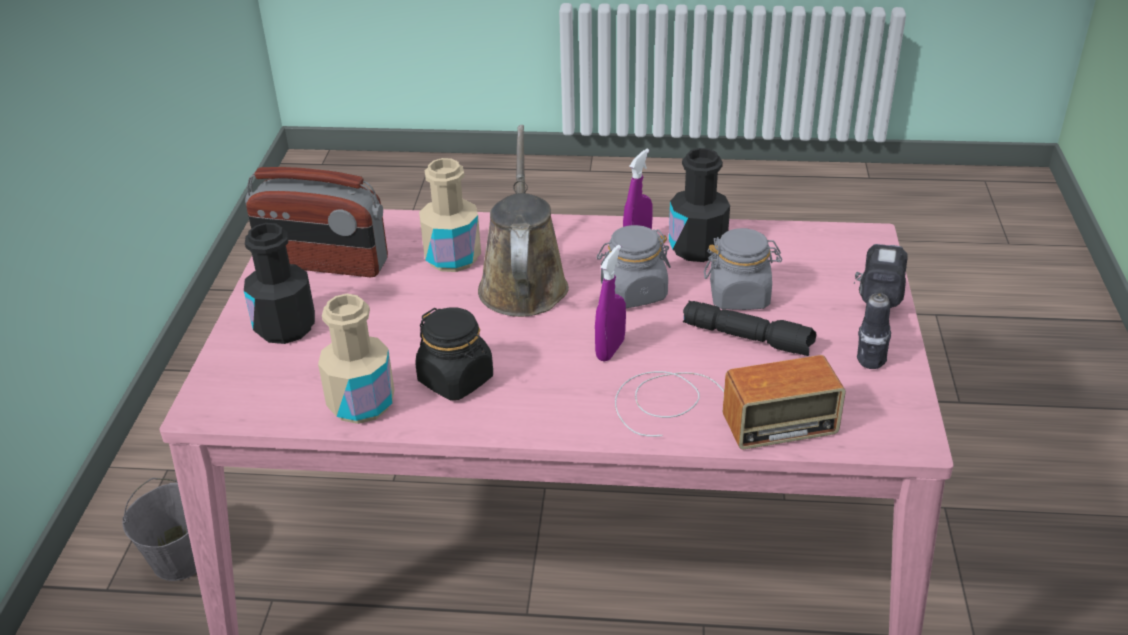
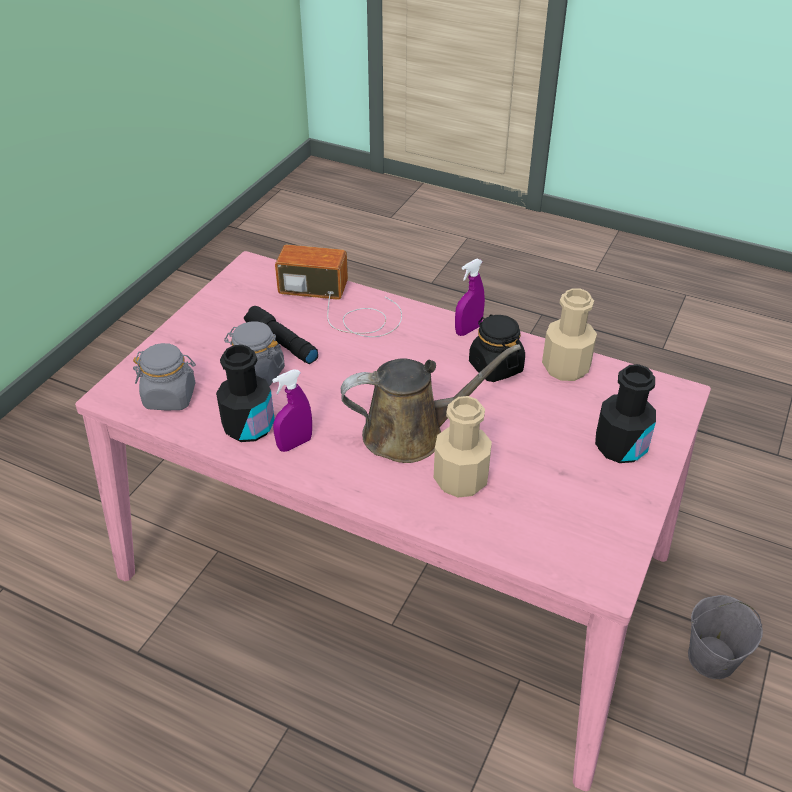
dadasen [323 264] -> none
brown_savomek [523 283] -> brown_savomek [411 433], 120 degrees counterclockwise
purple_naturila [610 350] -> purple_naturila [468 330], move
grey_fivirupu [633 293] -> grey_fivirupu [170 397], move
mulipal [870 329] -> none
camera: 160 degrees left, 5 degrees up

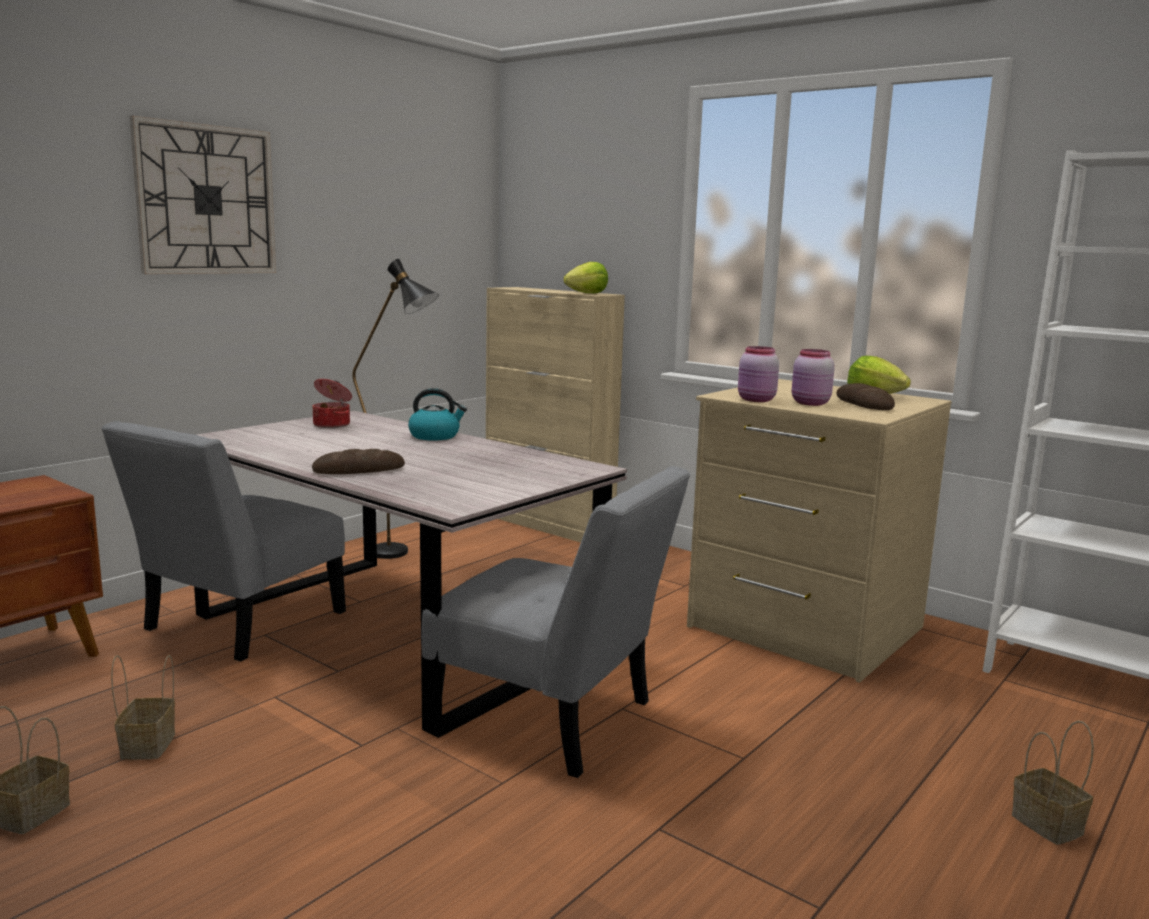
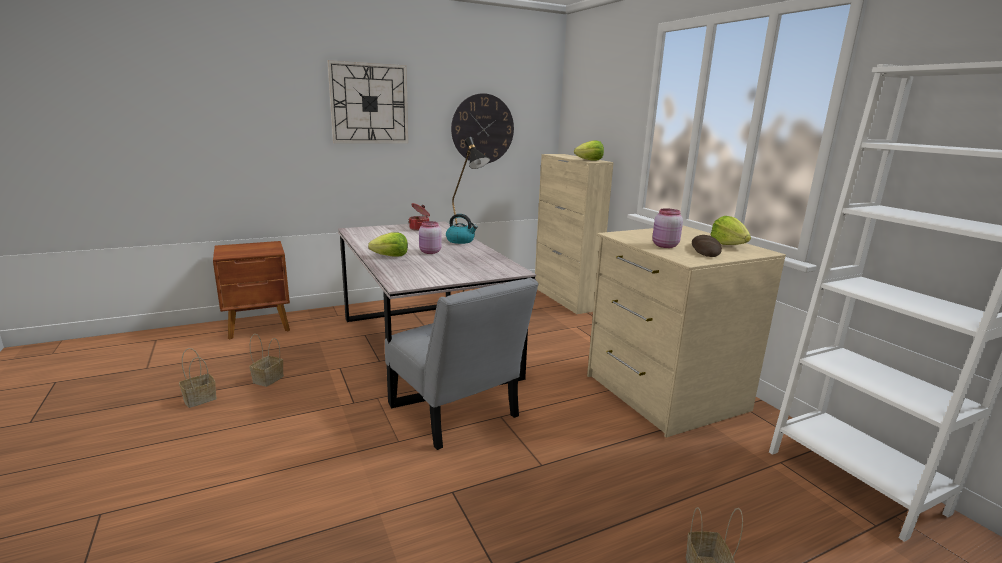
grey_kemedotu [237 625] -> none
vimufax [359 470] -> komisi [391 256]
pink_fivirupu [756 400] -> pink_fivirupu [429 252], move
none -> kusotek [482 129]
camera: 25 degrees right, 5 degrees up

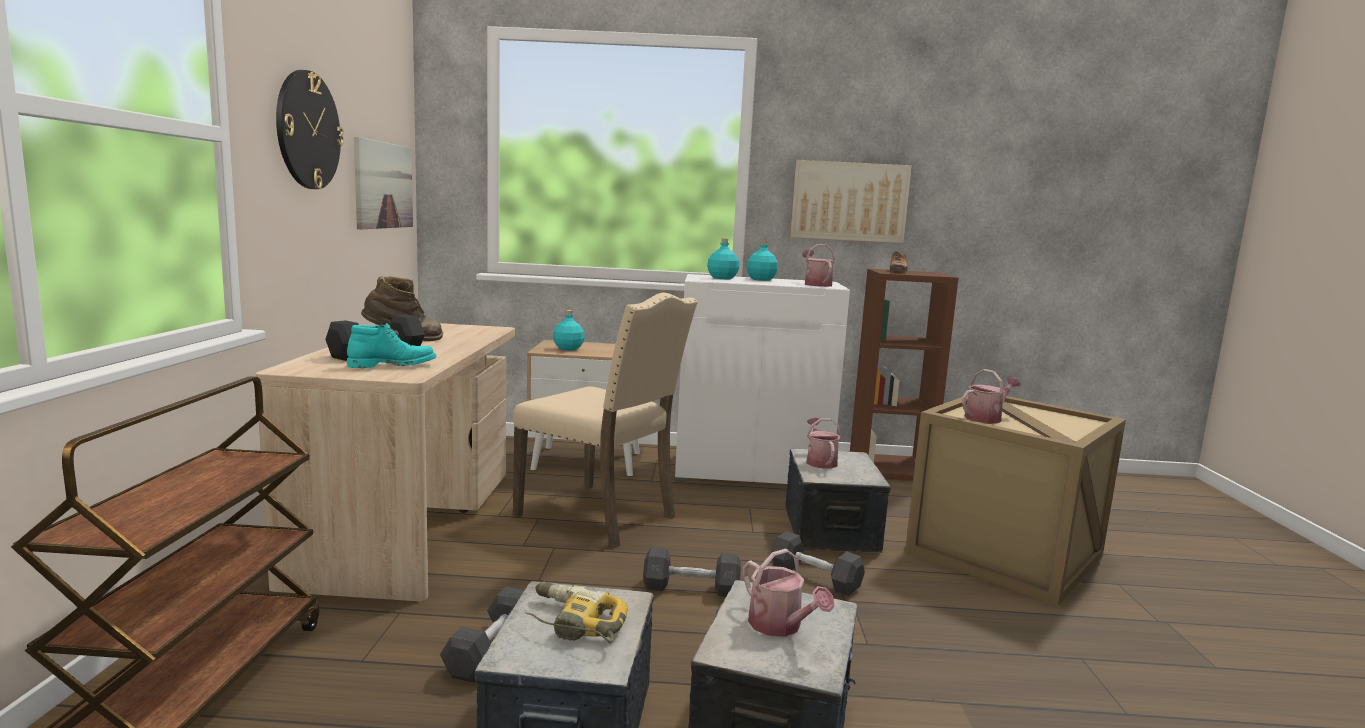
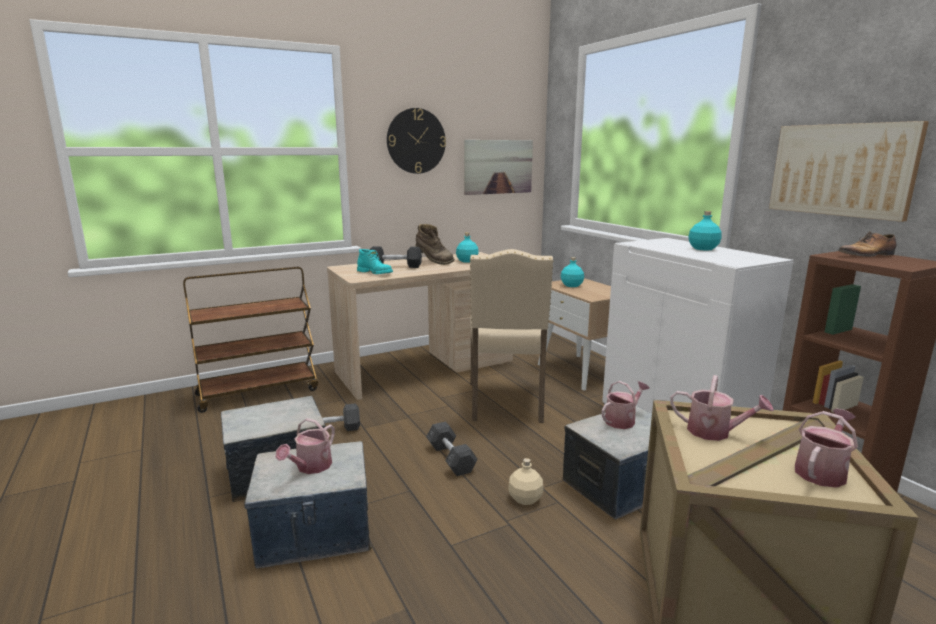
mulipal [572 624] -> none
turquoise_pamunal [722 278] -> turquoise_pamunal [467 261], move
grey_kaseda [815 578] -> beige_pamunal [525 499]
savomek [816 284] -> savomek [822 471], move
camera: 60 degrees right, 5 degrees up

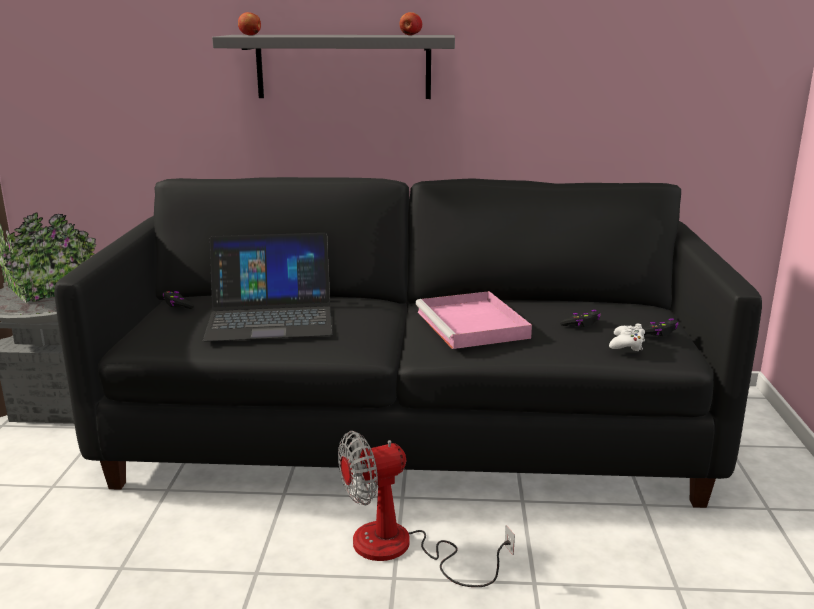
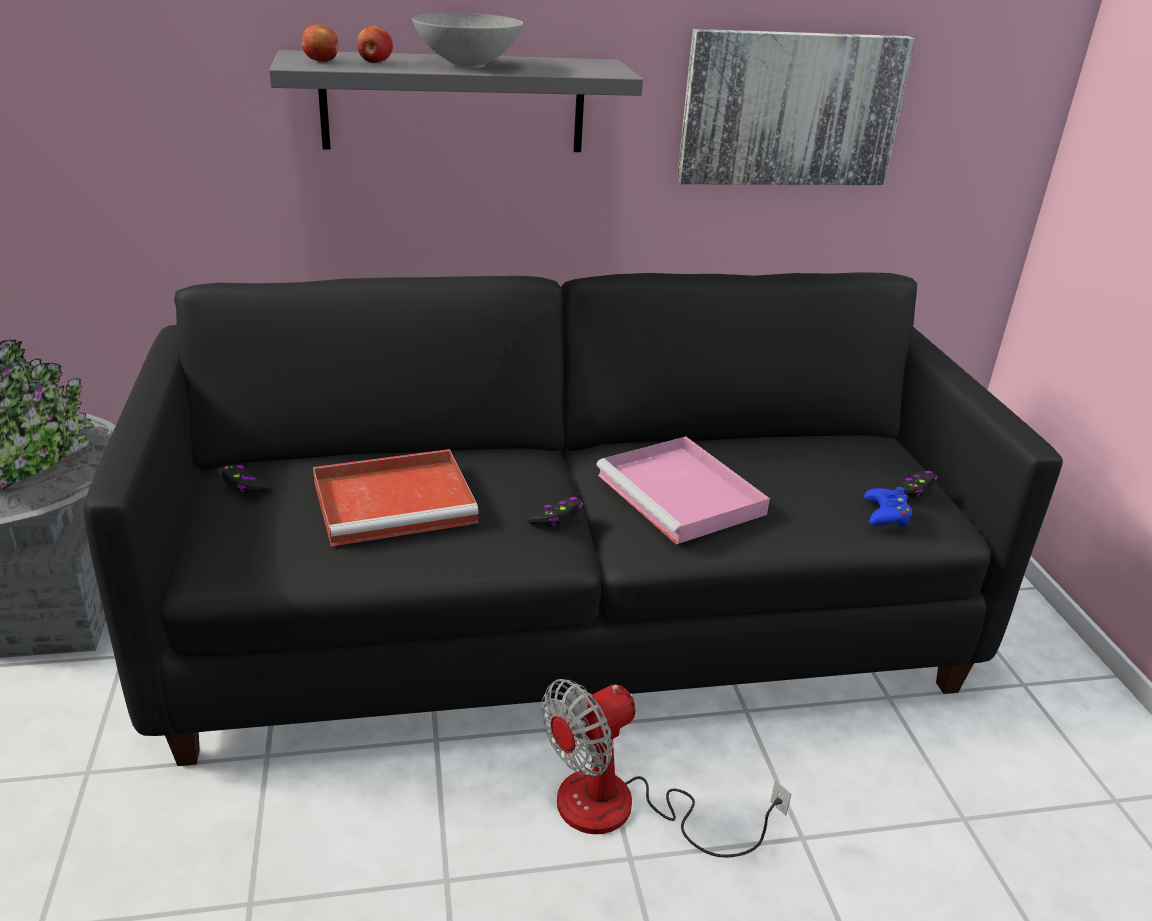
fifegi [270 317] -> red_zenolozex [397 501]
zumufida [410 35] -> zumufida [374 62], move
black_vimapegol [581 324] -> black_vimapegol [557 518], move
white_vimapegol [627 344] -> blue_vimapegol [886 515]
none -> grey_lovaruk [470 64]
none -> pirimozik [790 109]
camera: 15 degrees left, 10 degrees up

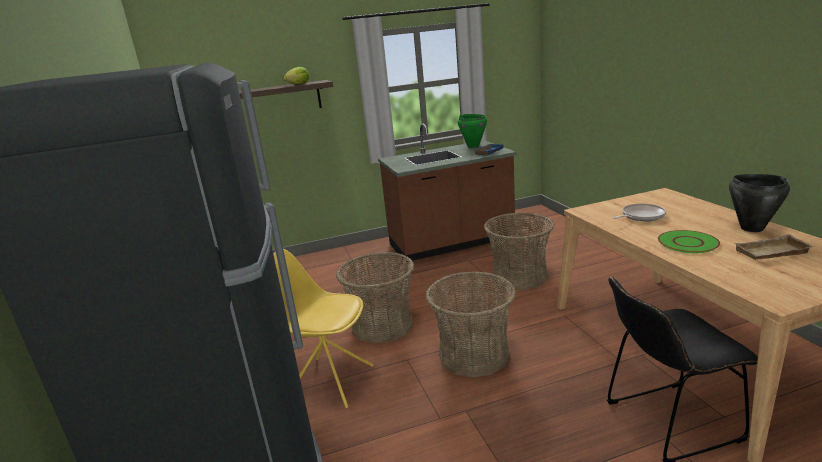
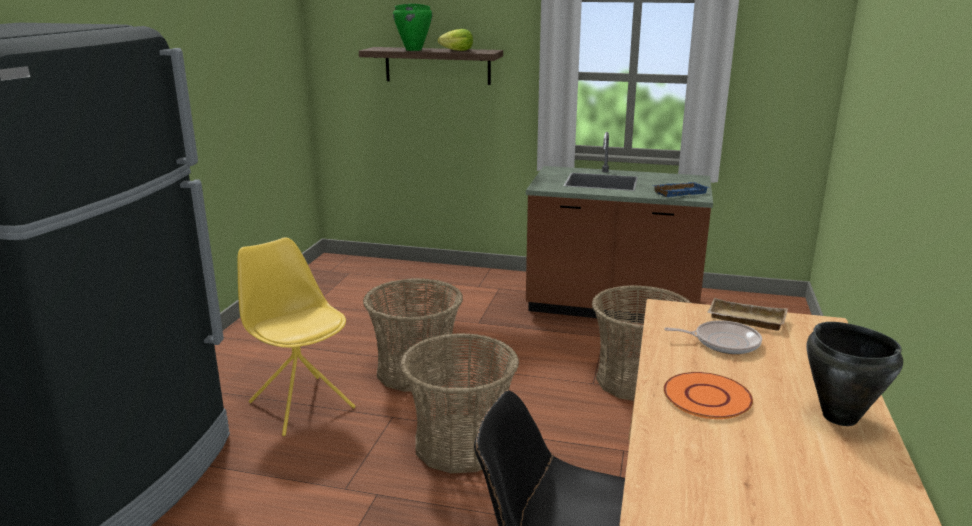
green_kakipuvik [473 146] -> green_kakipuvik [414 50], move
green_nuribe [687 242] -> orange_nuribe [707 397]
beige_zenolozex [772 253] -> beige_zenolozex [744 320], move
camera: 30 degrees right, 0 degrees up

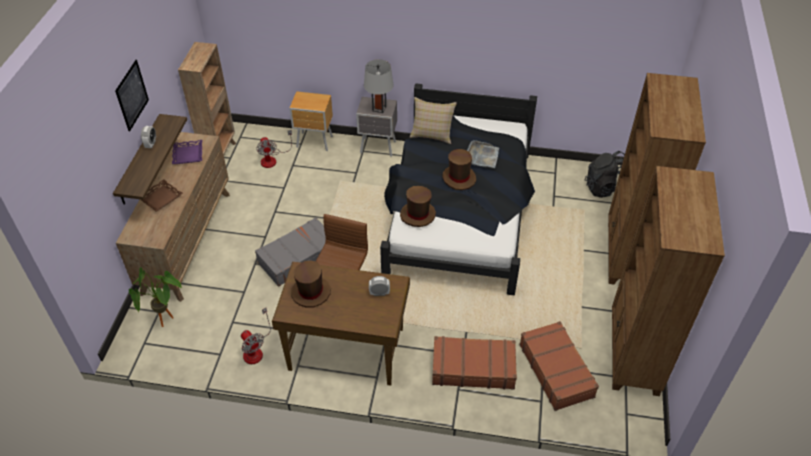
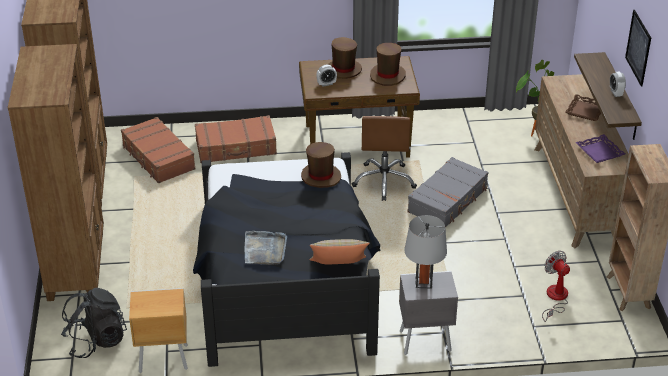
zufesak [255 349] -> none
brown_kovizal [315 142] -> brown_kovizal [162 358], move
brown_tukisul [459 178] -> brown_tukisul [343 70], move
camera: 165 degrees right, 10 degrees down

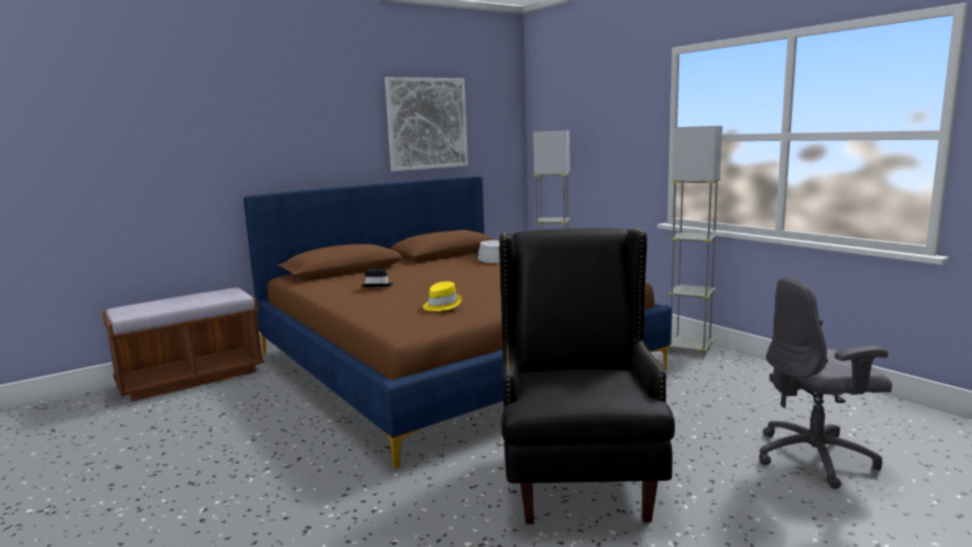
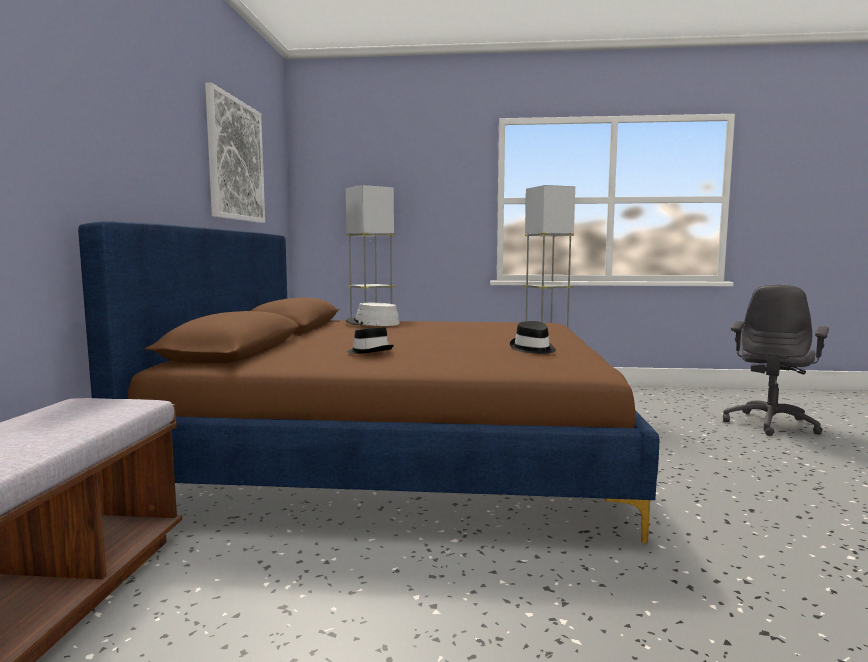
yellow_tukisul [441 305] -> black_tukisul [533 349]
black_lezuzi [578 478] -> none
camera: 50 degrees left, 5 degrees down

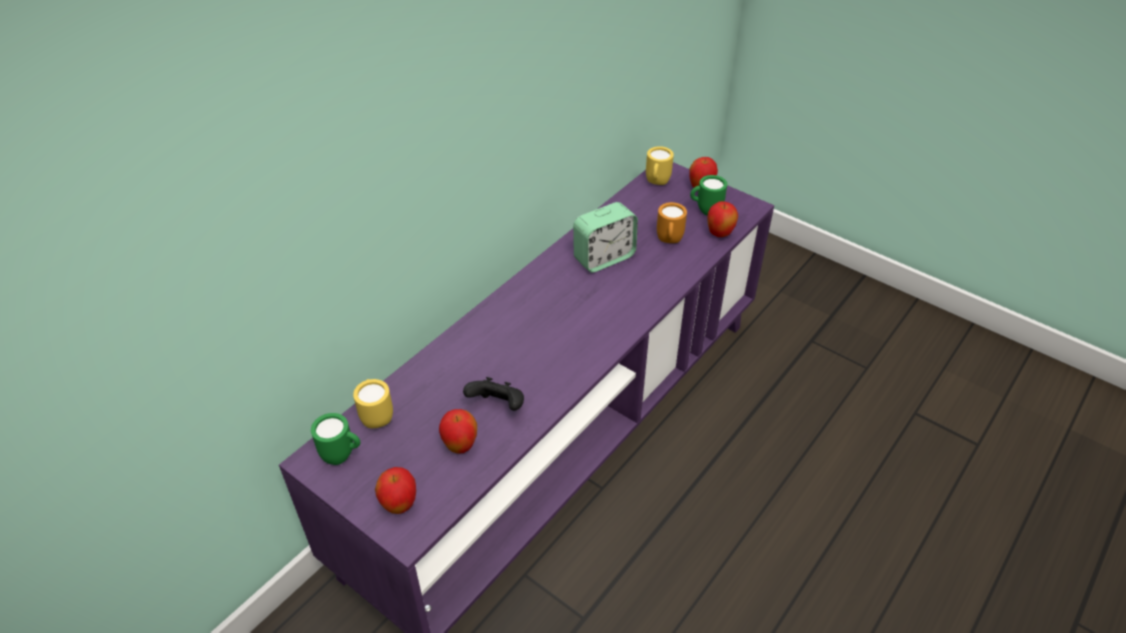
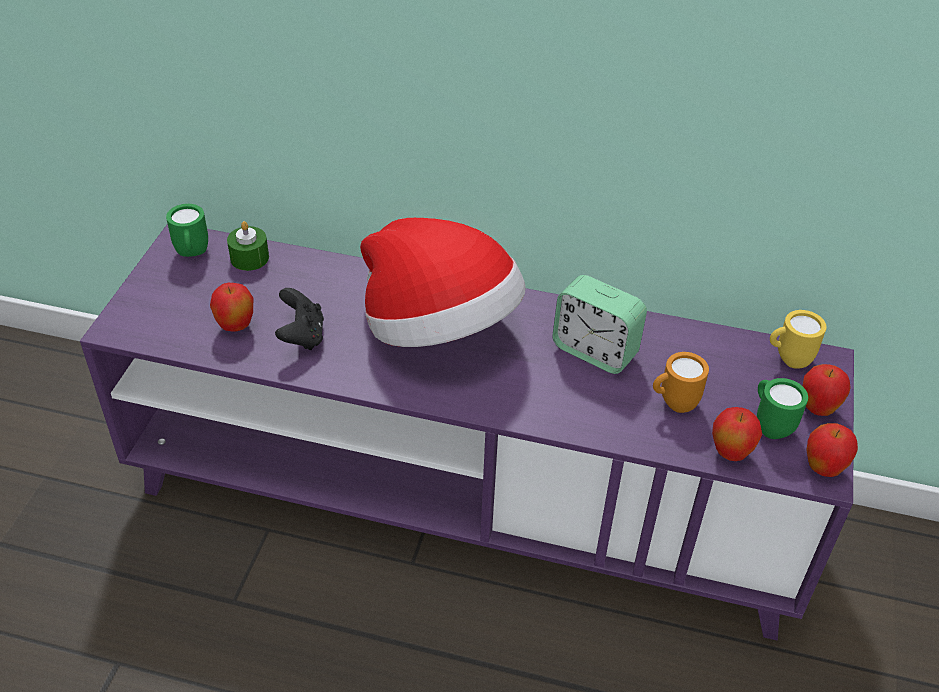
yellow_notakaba [376 416] -> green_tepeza [249 258]
zumufida [400 505] -> zumufida [823 469], move
none -> tukisul [439 329]
camera: 65 degrees right, 0 degrees up

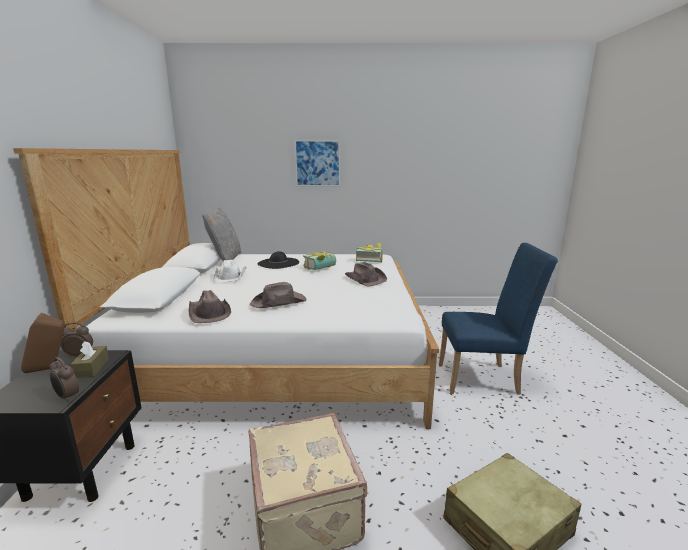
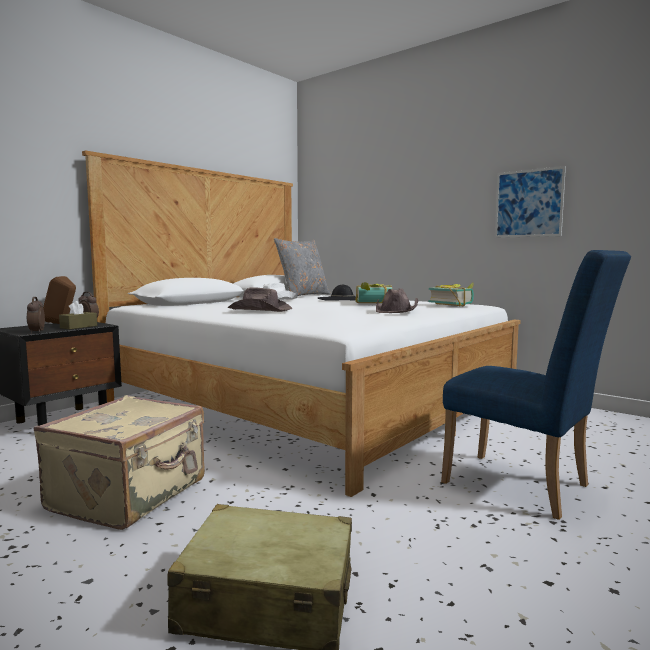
brown_tukisul [209 313] -> none
pirimozik [317 163] -> pirimozik [528 203], move
camera: 40 degrees right, 10 degrees down

